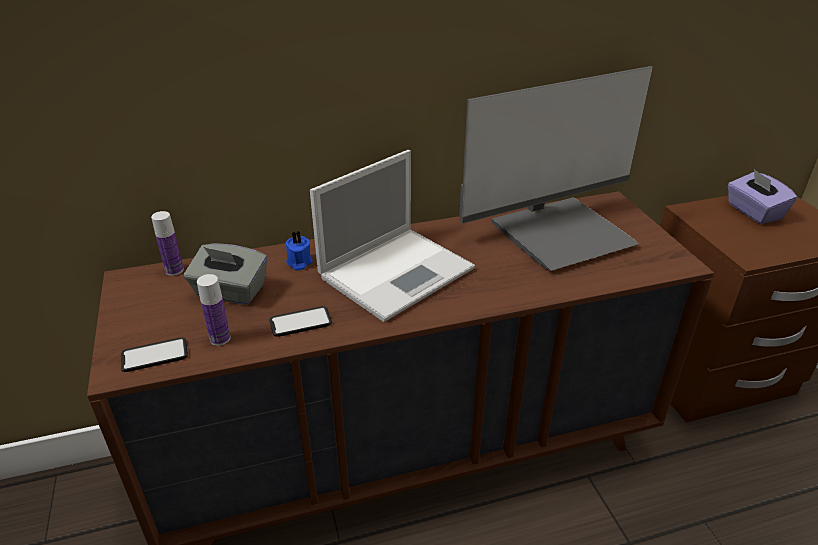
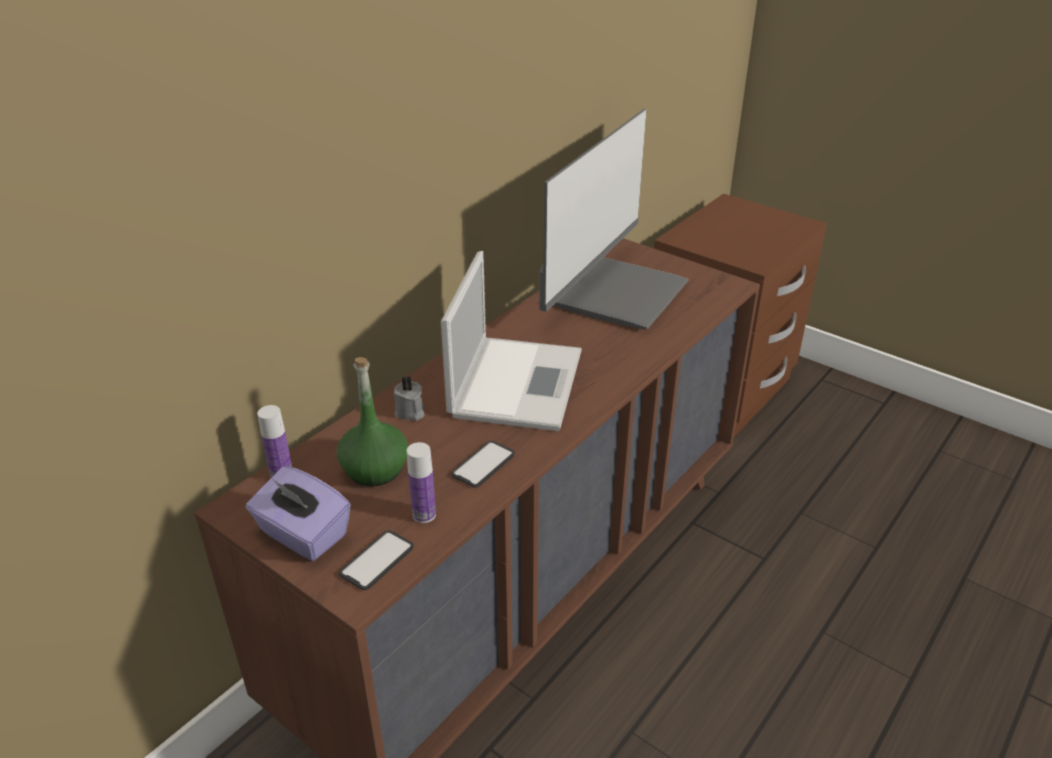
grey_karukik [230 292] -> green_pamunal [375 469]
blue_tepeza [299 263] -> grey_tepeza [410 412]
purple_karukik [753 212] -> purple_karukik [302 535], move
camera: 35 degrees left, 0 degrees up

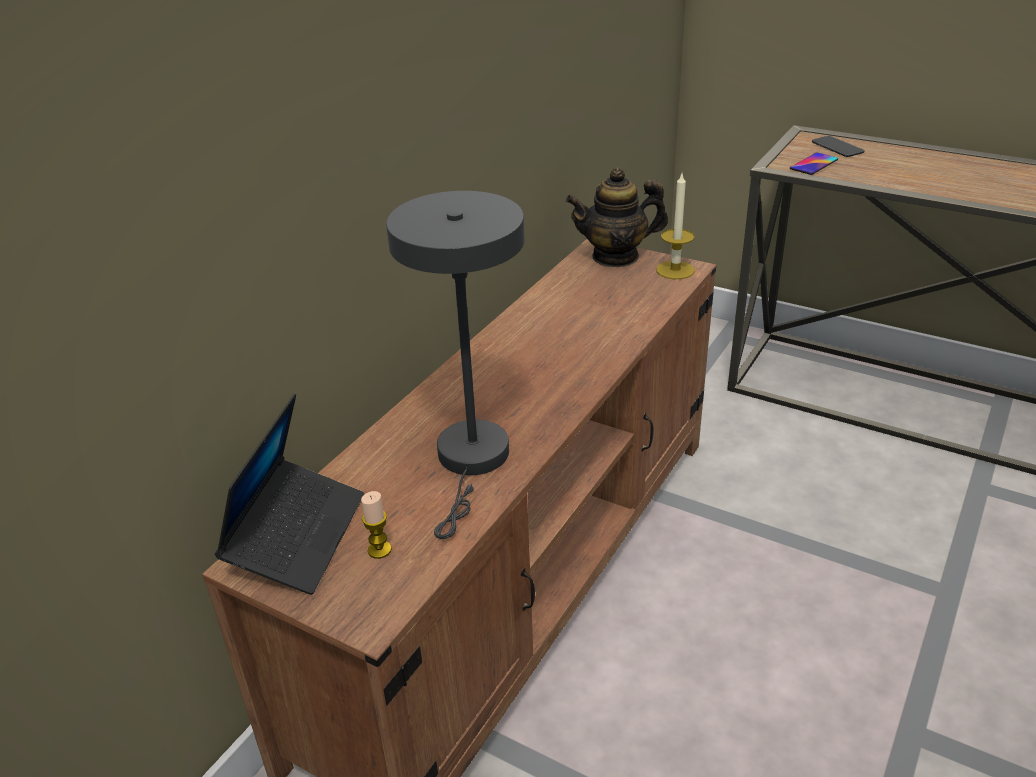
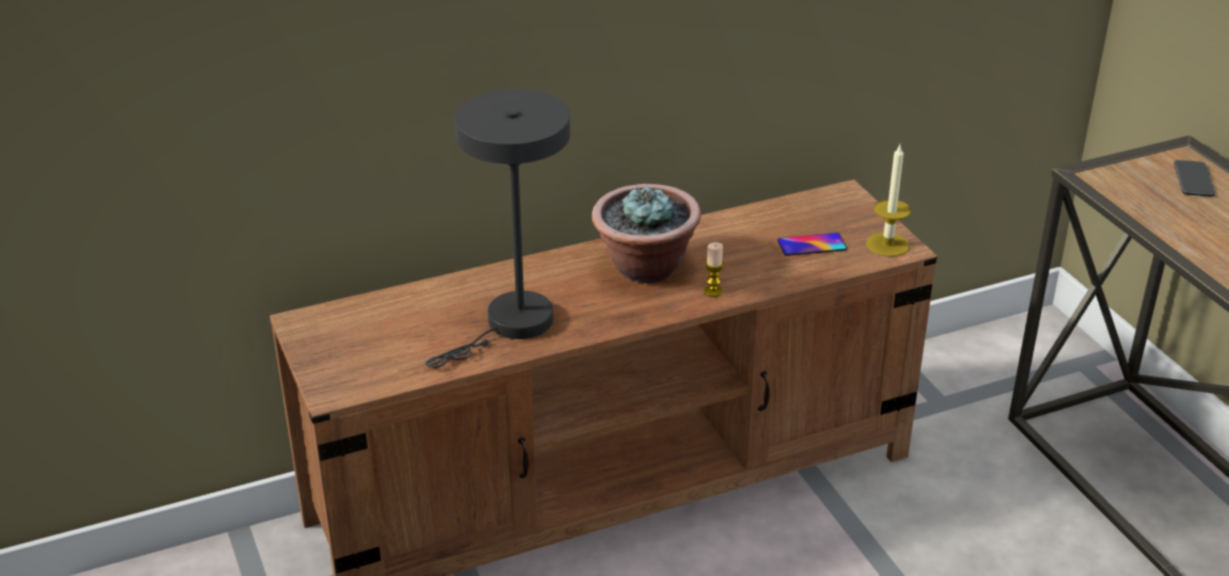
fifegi [297 535] -> none
tepeza [379 550] -> tepeza [713 291], move
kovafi [615 257] -> none
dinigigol [814 164] -> dinigigol [811 245], move
none -> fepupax [645 268]
camera: 35 degrees right, 0 degrees up

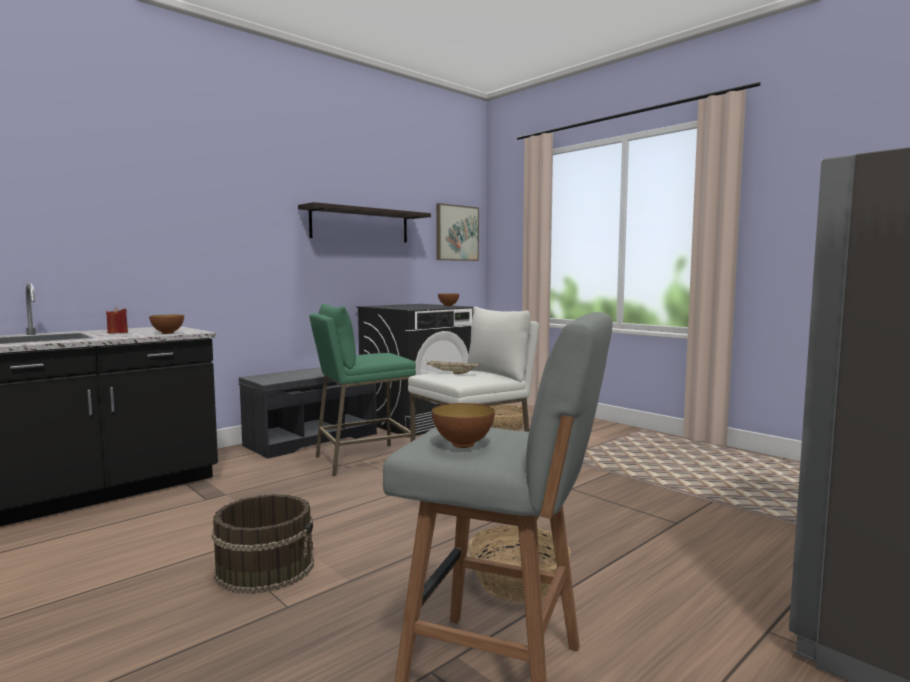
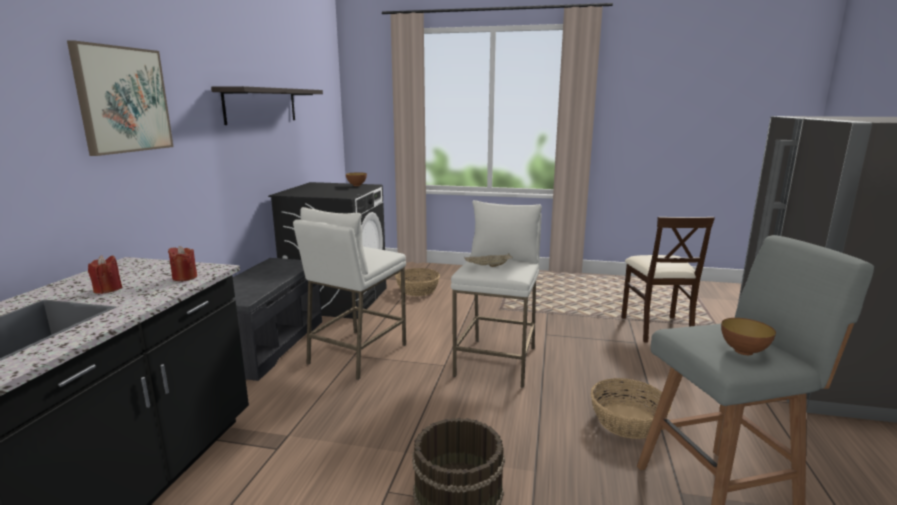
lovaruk [167 333] -> red_tepeza [185 277]
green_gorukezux [363 460] -> white_gorukezux [357 354]
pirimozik [456 233] -> pirimozik [123 100], move
none -> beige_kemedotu [656 329]
camera: 35 degrees left, 10 degrees up

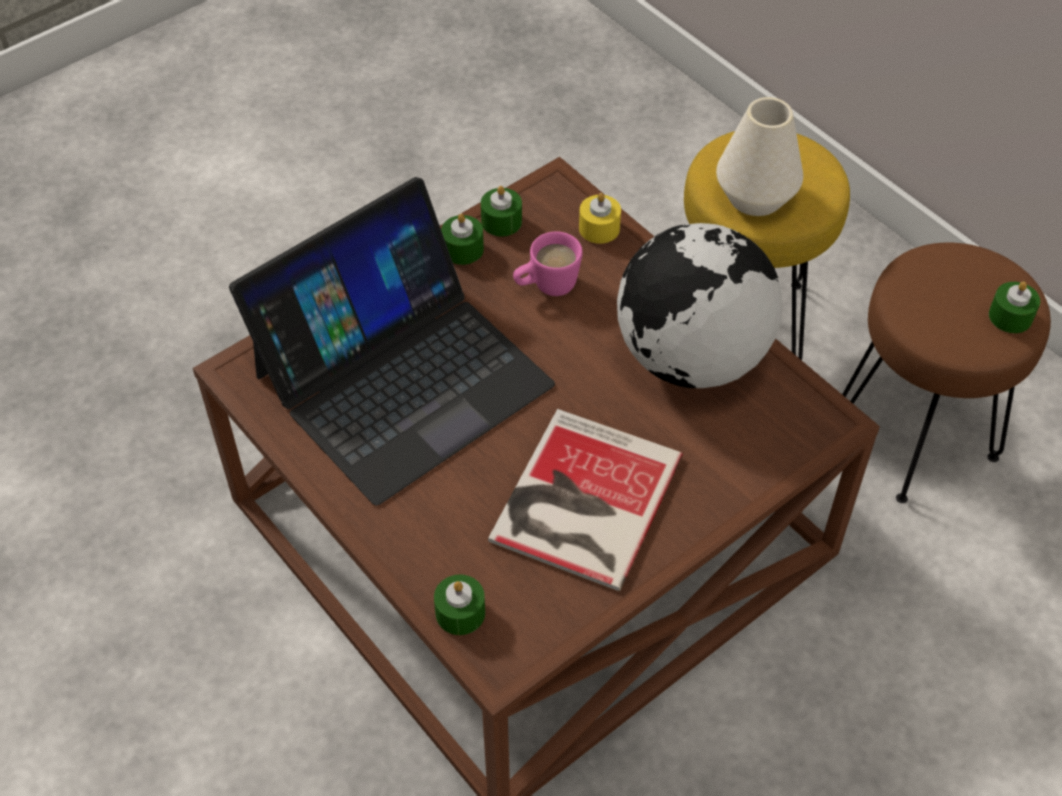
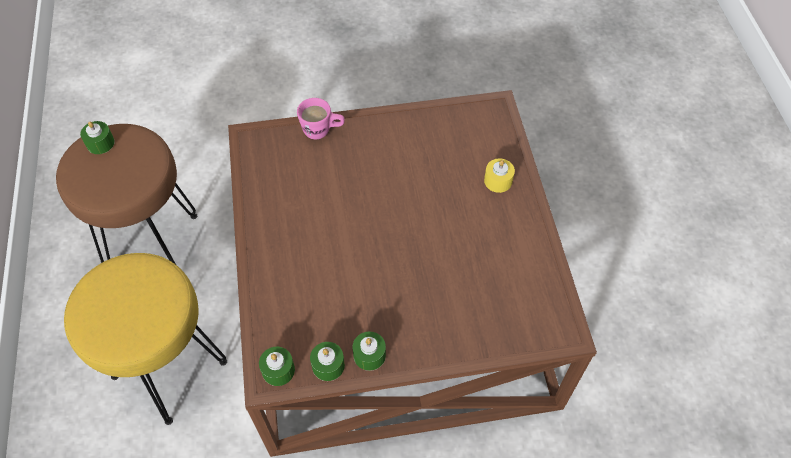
fifegi [402 378] -> none
green_tepeza [460 612] -> green_tepeza [278 370], move
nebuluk [581 500] -> none
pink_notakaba [546 287] -> pink_notakaba [322 131], move
yellow_tepeza [599 228] -> yellow_tepeza [498 181], move
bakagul [690 358] -> none
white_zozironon [755 197] -> none
camera: 150 degrees left, 5 degrees up

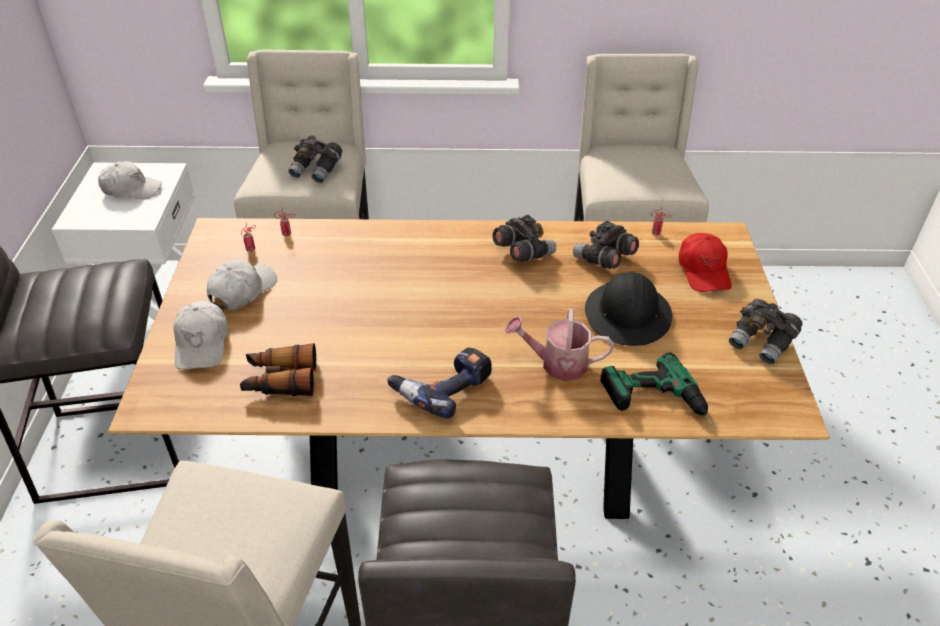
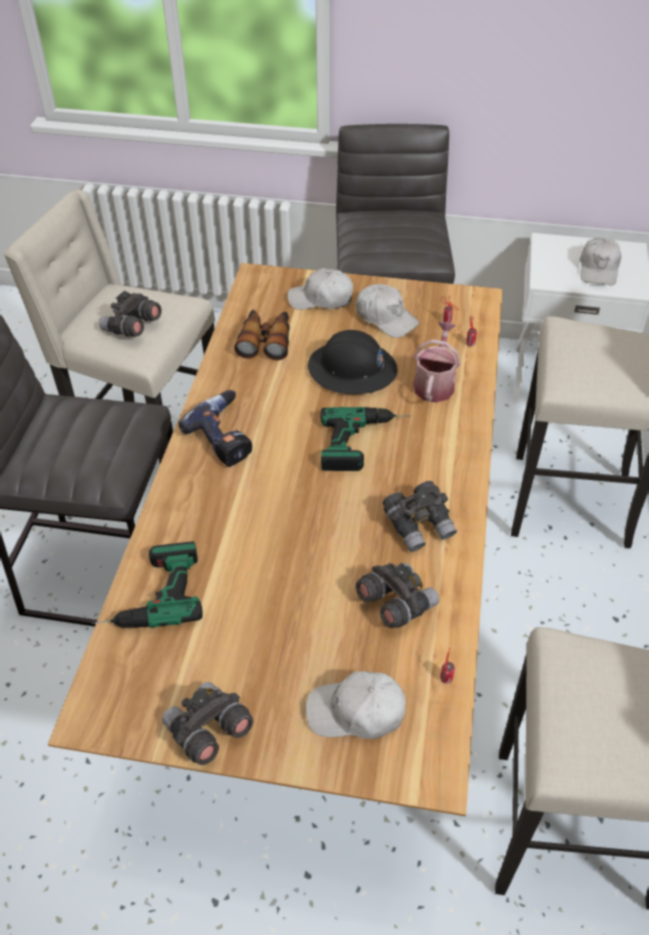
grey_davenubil [317 170] -> grey_davenubil [132 328], move
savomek [557 363] -> savomek [435 383], move
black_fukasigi [628 315] -> black_fukasigi [352 370], move
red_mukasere [703 270] -> white_mukasere [356 712]
none -> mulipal [366 442]
camera: 100 degrees right, 5 degrees up

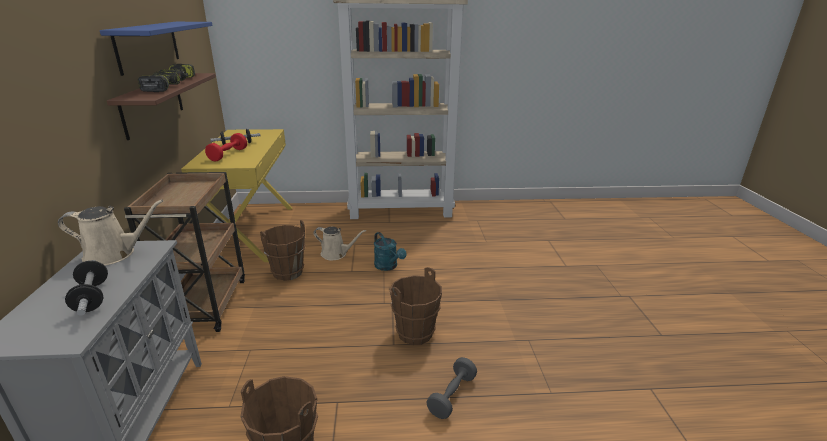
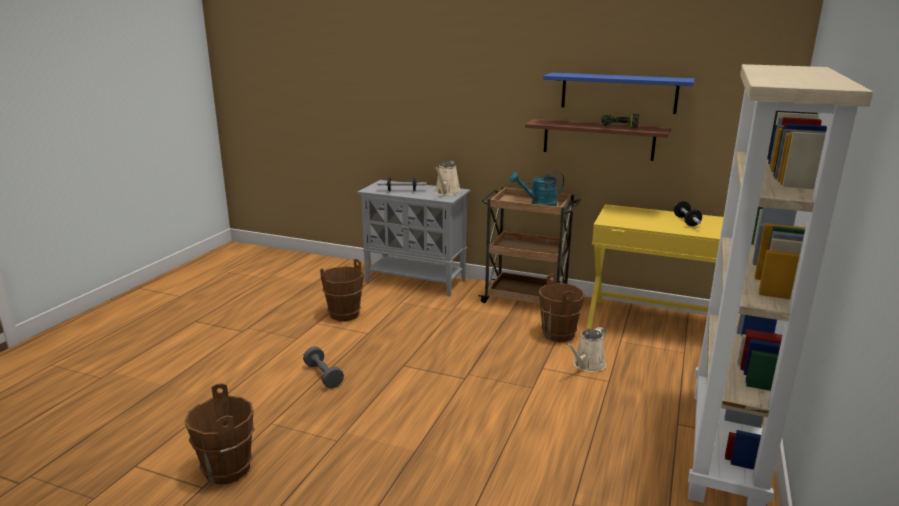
mulipal [160 88] -> none
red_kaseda [228 155] -> none
turquoise_savomek [388 266] -> turquoise_savomek [538 205], move
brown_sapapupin [415 333] -> brown_sapapupin [226 470], move
camera: 115 degrees right, 5 degrees down

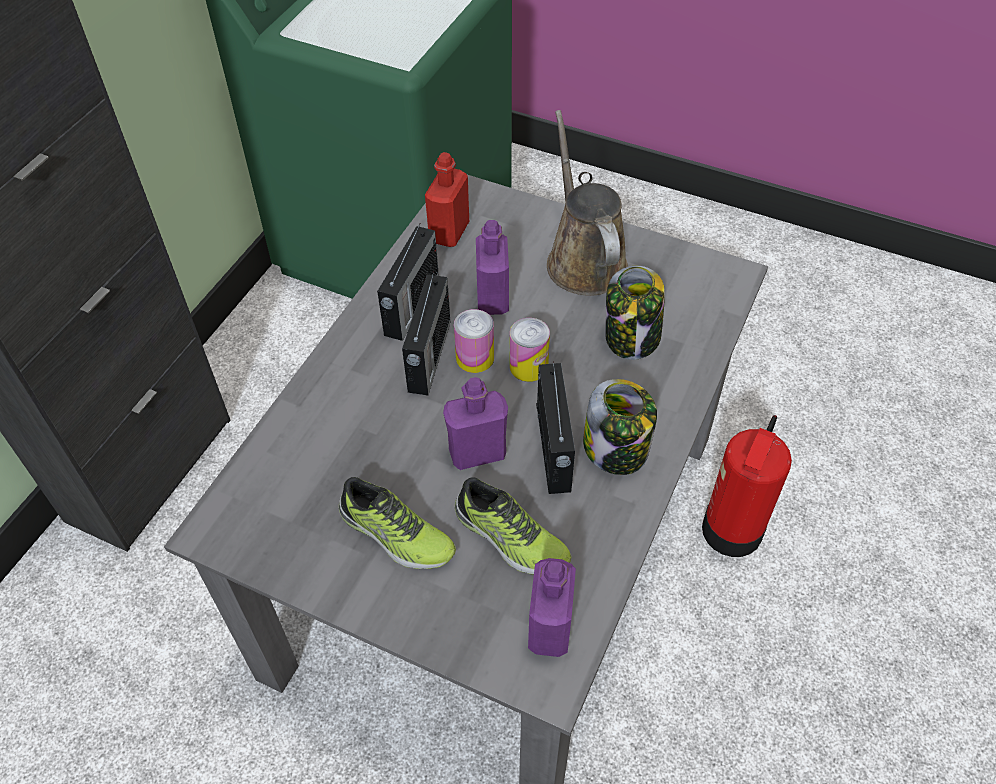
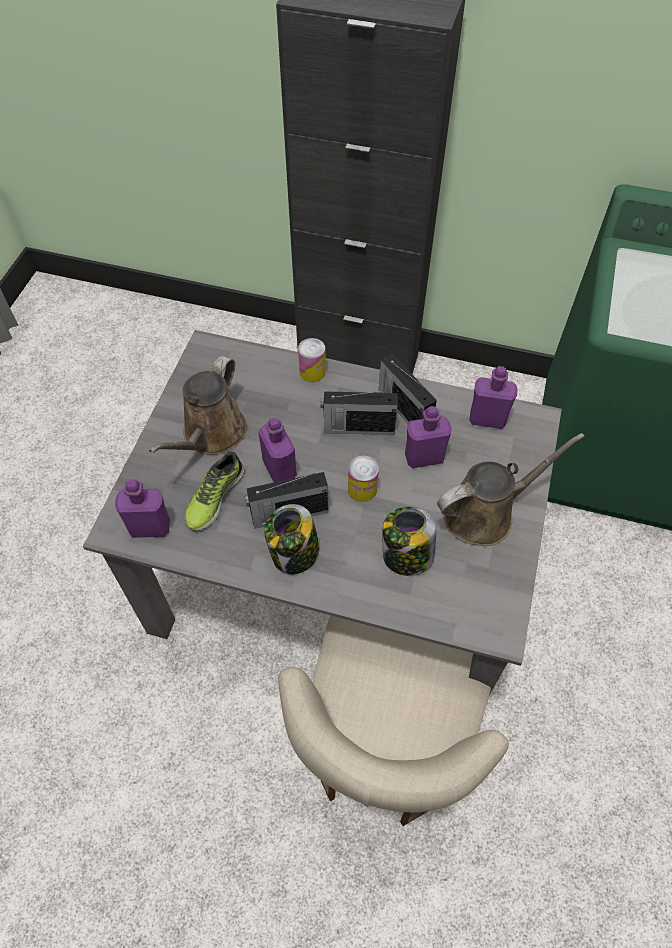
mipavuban [395 535] -> brown_savomek [211 435]
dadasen [410 306] -> dadasen [403 408], 45 degrees clockwise
red_pamunal [449 232] -> purple_pamunal [487 419]
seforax [475 358] -> seforax [312 372], move
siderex [731 531] -> beige_kemedotu [384 748]
camera: 80 degrees right, 5 degrees up

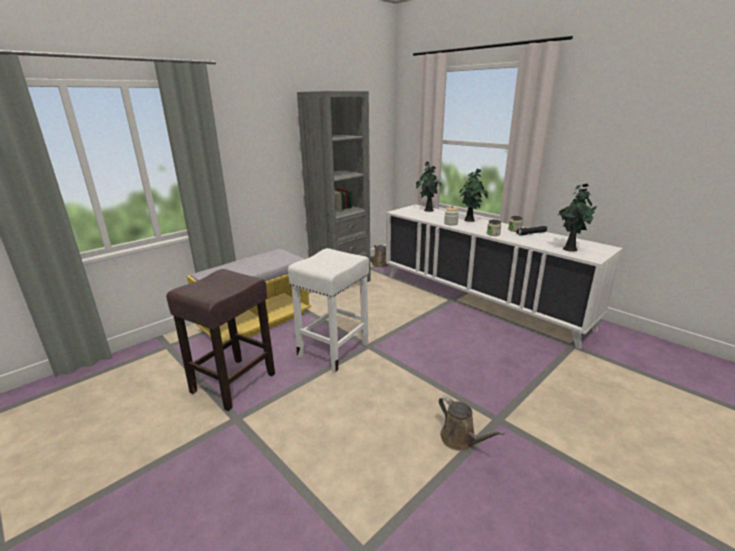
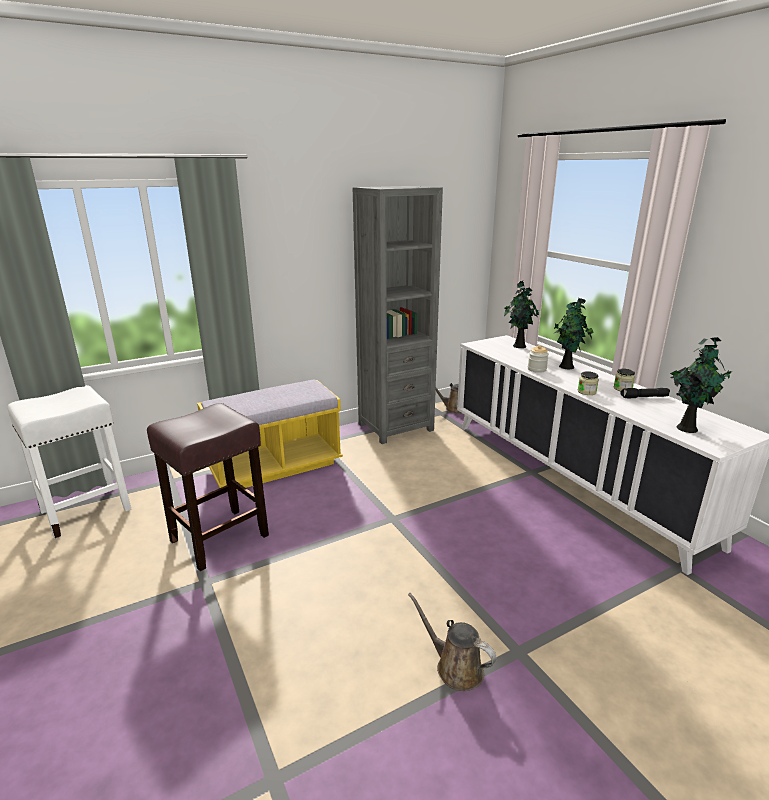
white_gorukezux [334 349] -> white_gorukezux [87 510], move
brown_savomek [460 439] -> brown_savomek [455 667], 150 degrees clockwise
camera: 15 degrees right, 0 degrees up

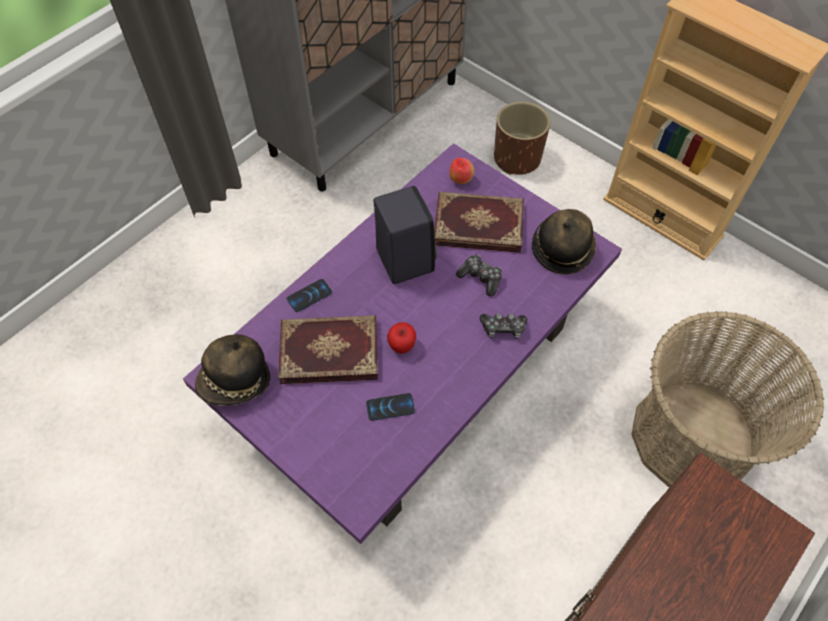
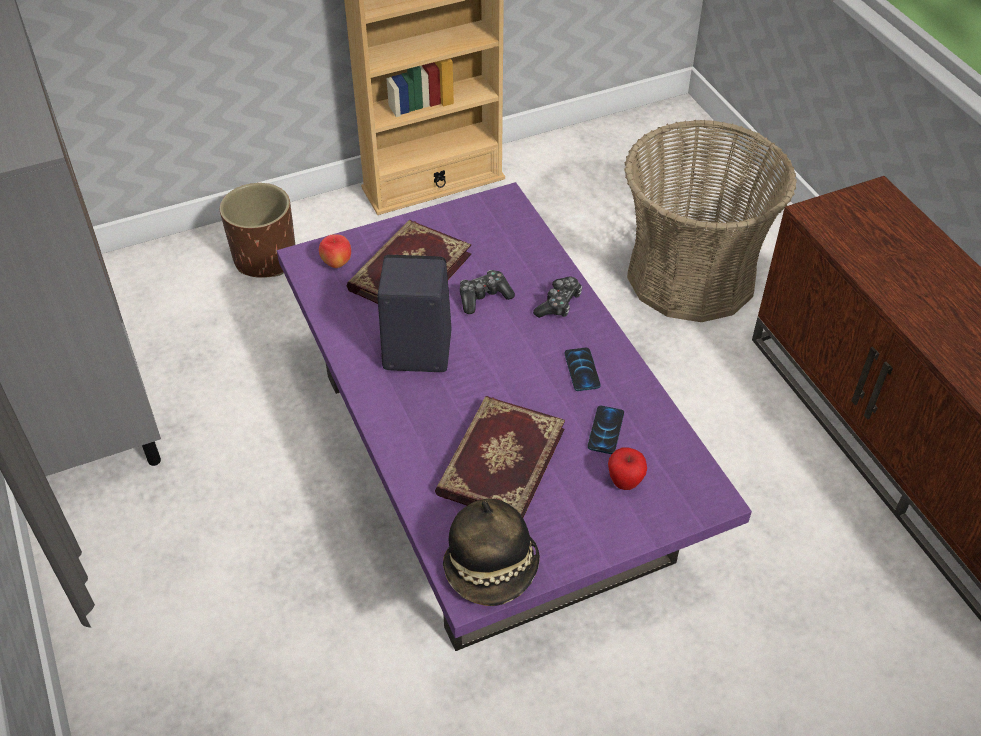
dinigigol [309 296] -> dinigigol [582 370], move
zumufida [402 346] -> zumufida [625 482], move
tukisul [562 249] -> none
camera: 65 degrees left, 10 degrees down

